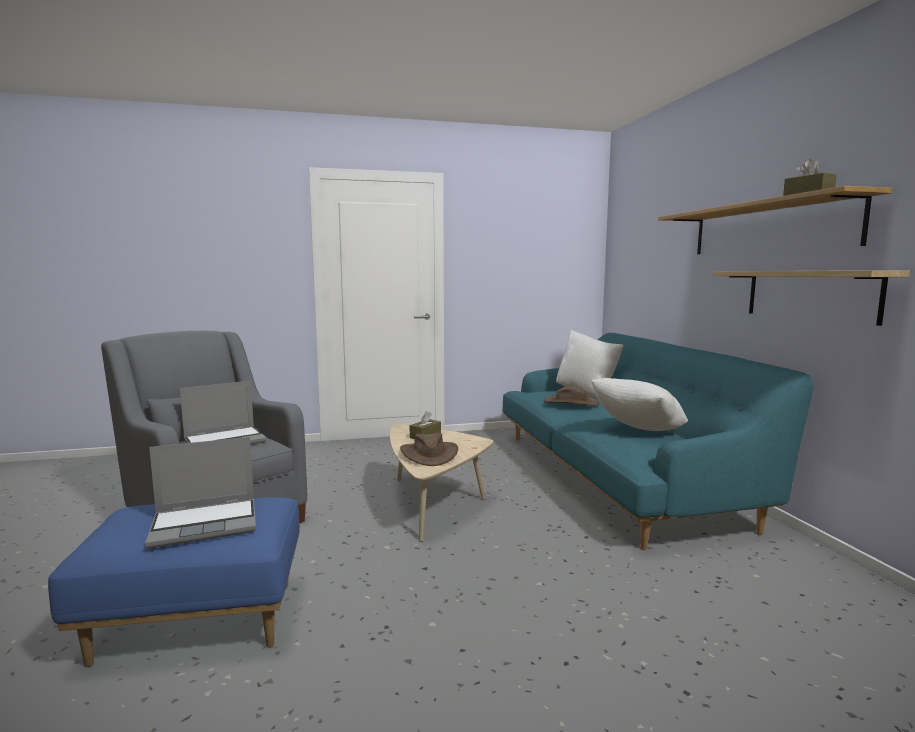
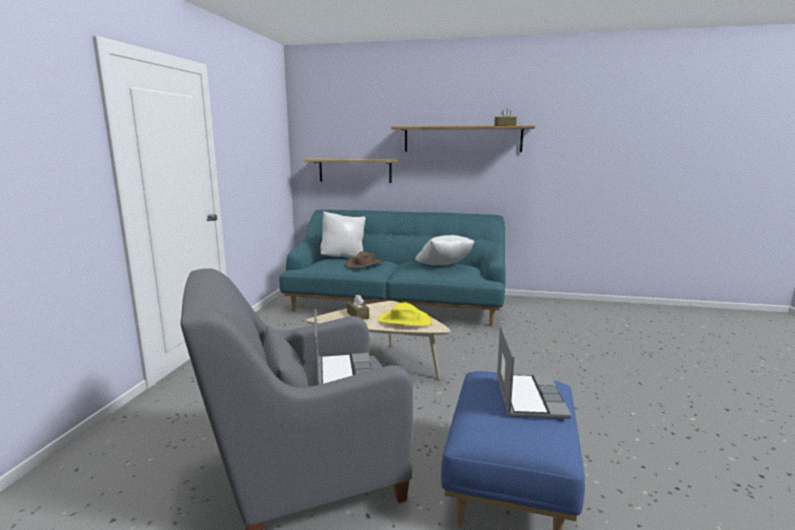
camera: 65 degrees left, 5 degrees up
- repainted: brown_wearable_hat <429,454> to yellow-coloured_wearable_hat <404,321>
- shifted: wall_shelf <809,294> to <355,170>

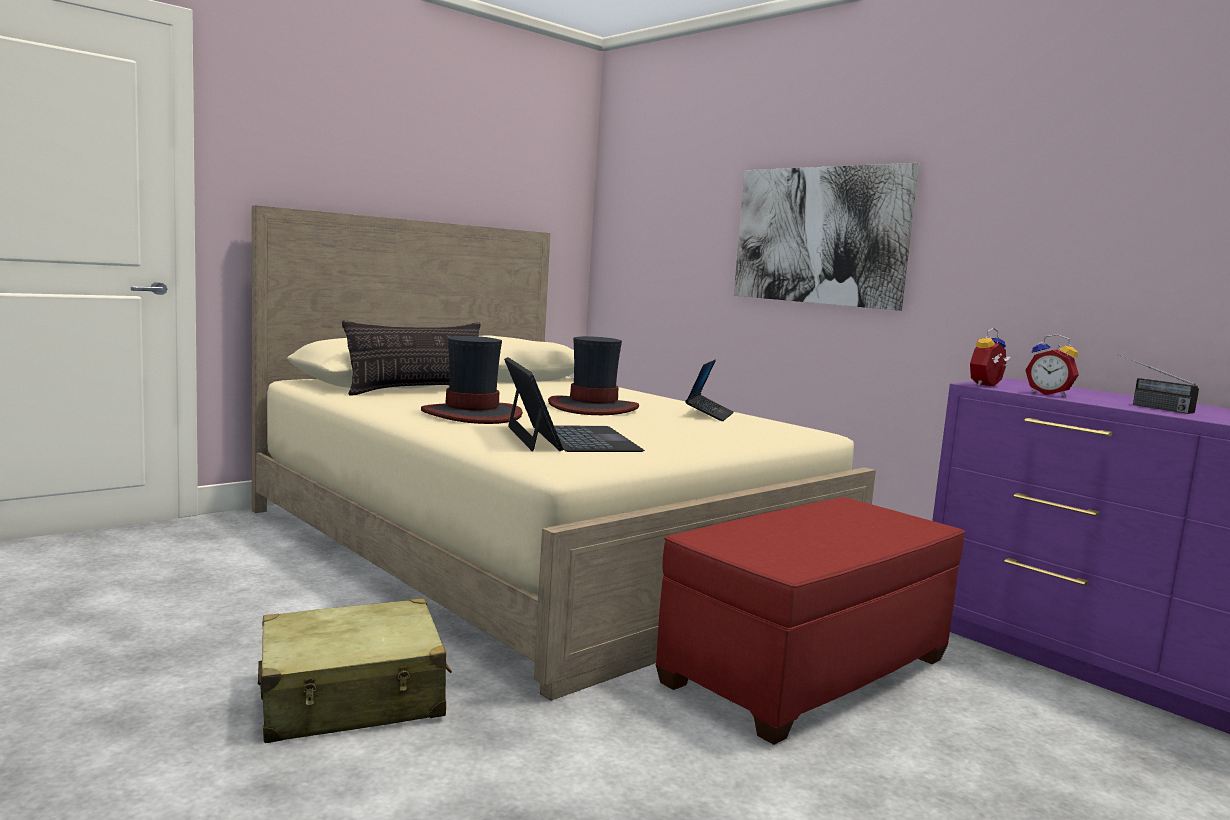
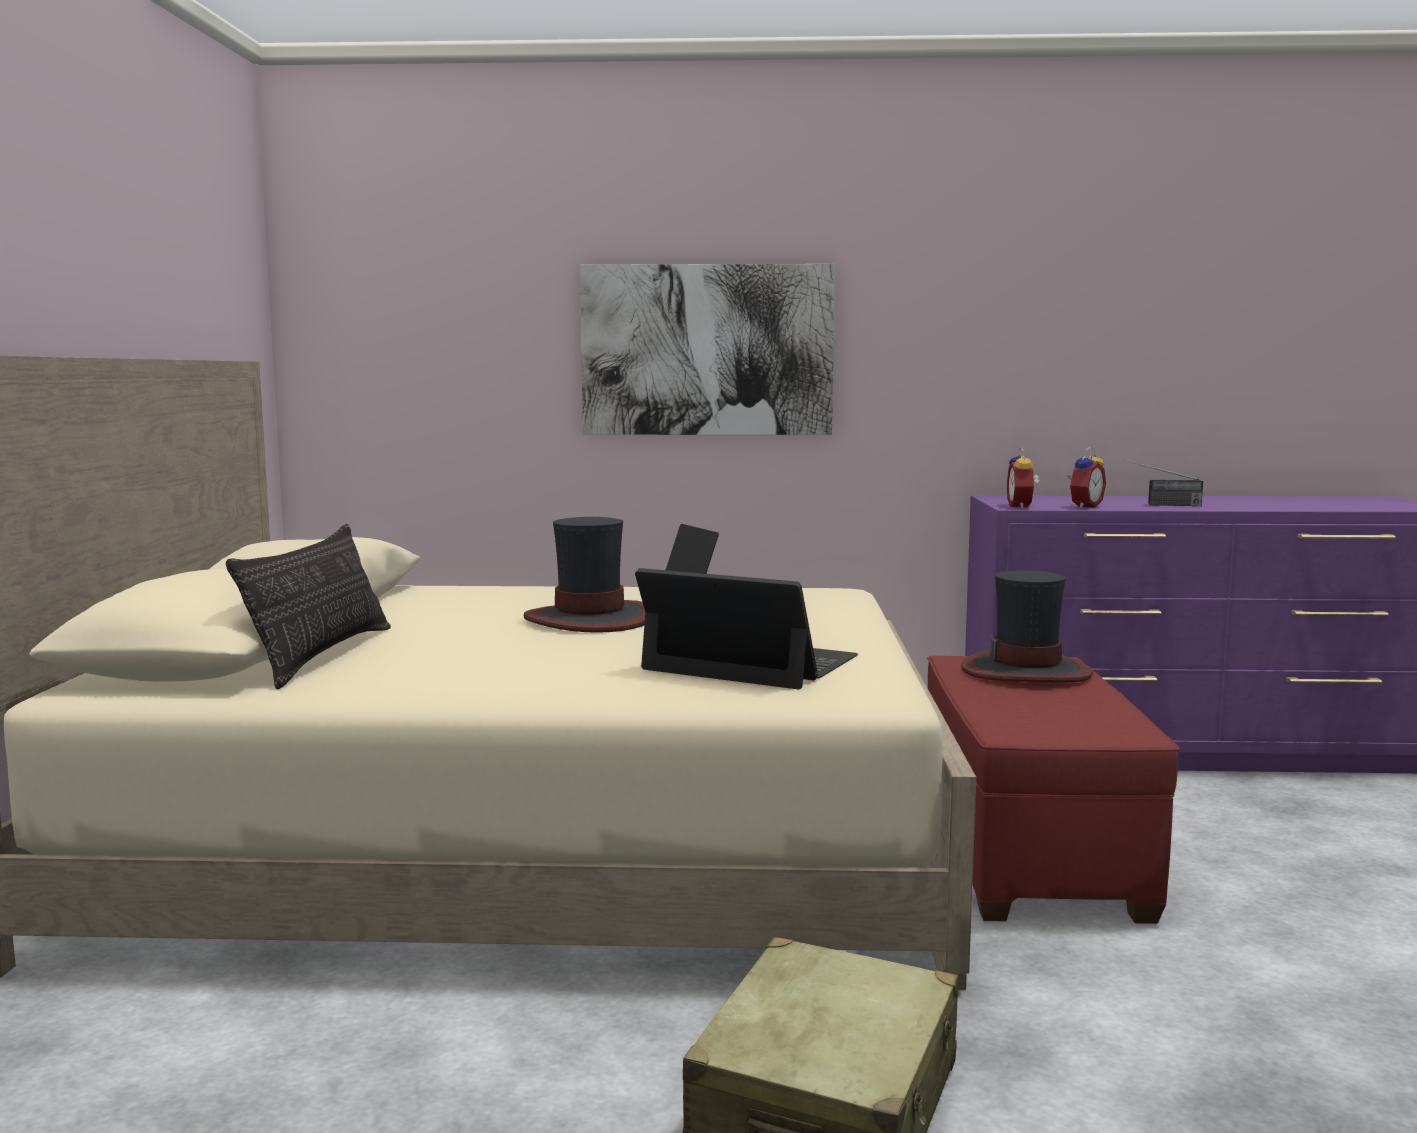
camera: 45 degrees left, 0 degrees up
- shifted: wearable_hat <472,414> to <1026,671>
- rotated: alarm_clock <1049,394> = <1083,506> 45 degrees counterclockwise

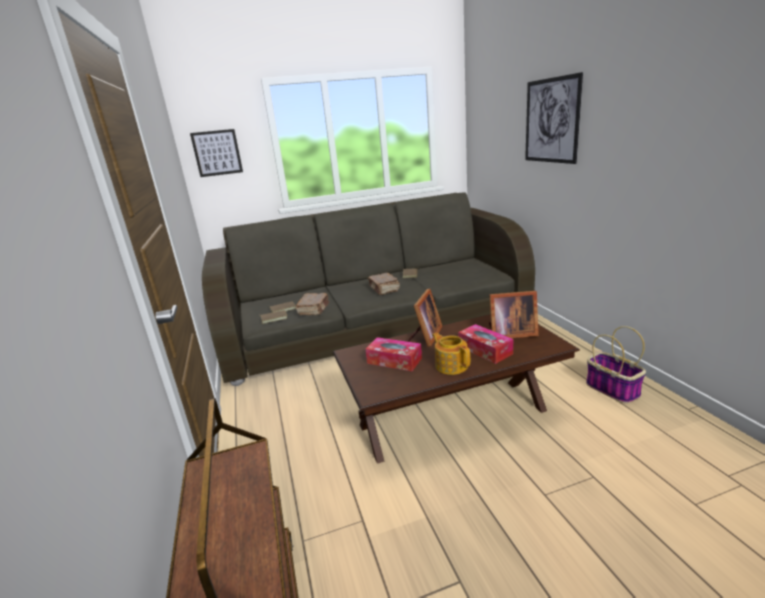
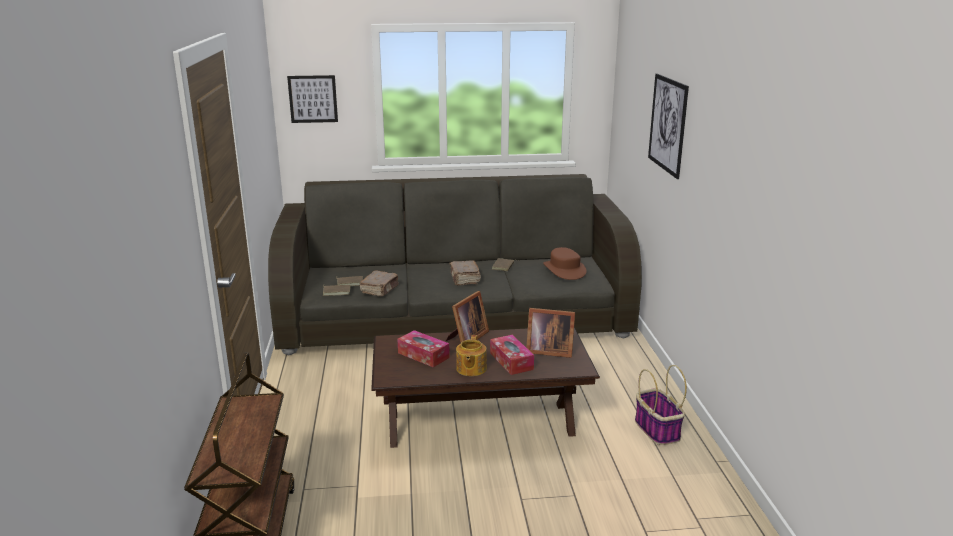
camera: 10 degrees right, 0 degrees up
- rotated: teapot <451,365> = <470,369> 150 degrees counterclockwise
- new: brown_wearable_hat <564,270>

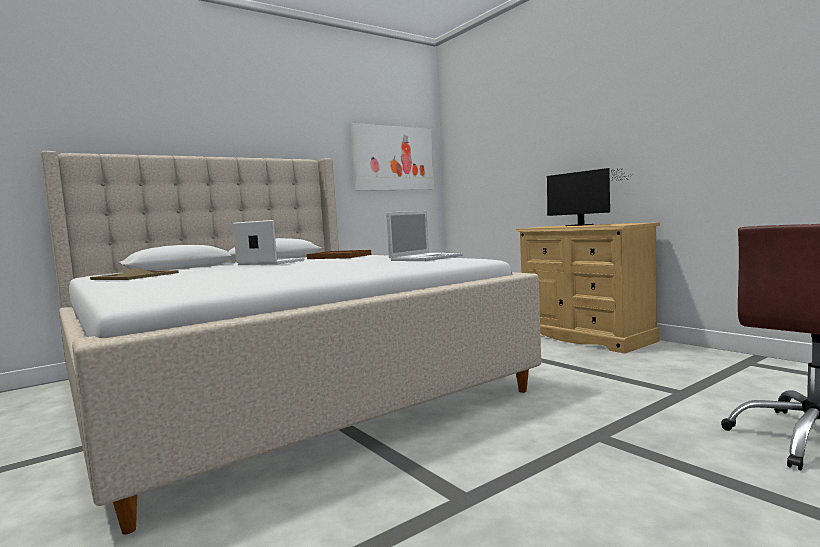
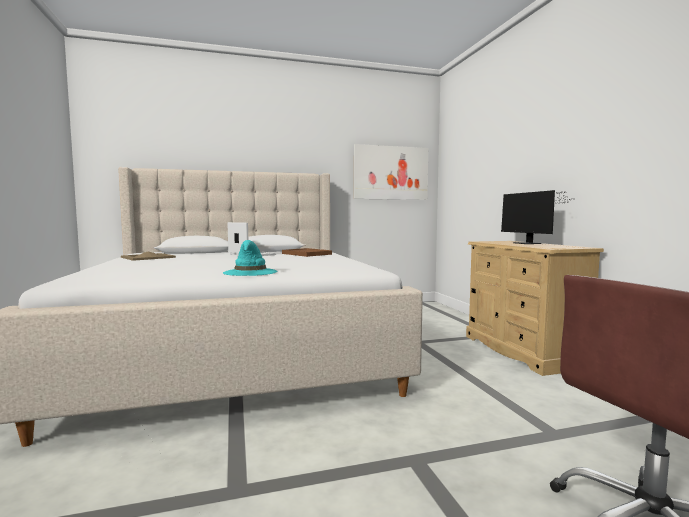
camera: 20 degrees right, 0 degrees up
- gone: notebook_computer <426,258>
- new: turquoise-coloured_wearable_hat <250,272>

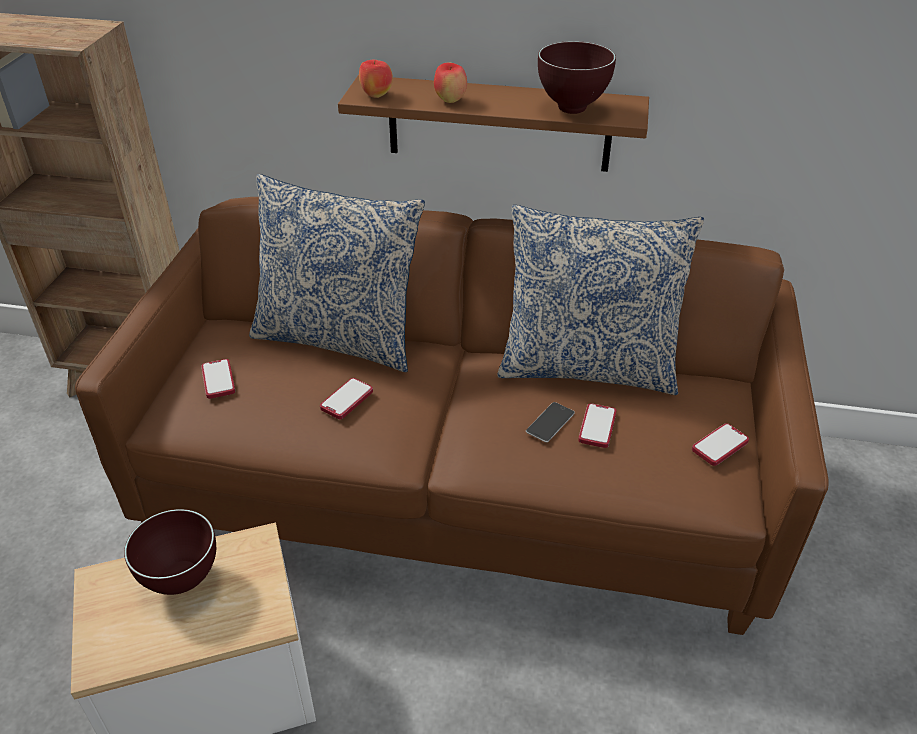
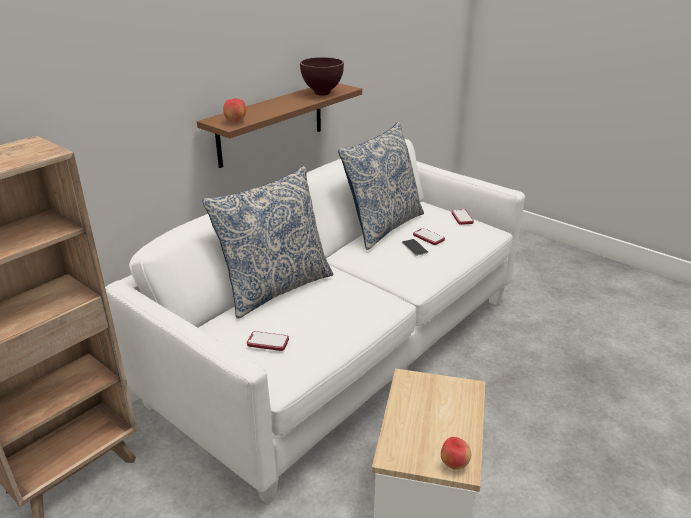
camera: 60 degrees left, 10 degrees down
- repainted: brown_settee <460,487> to white_settee <344,348>
- gone: brown_bowl <184,582>
- gone: phone <346,400>
- shifted: apple_fruit <450,101> to <454,464>

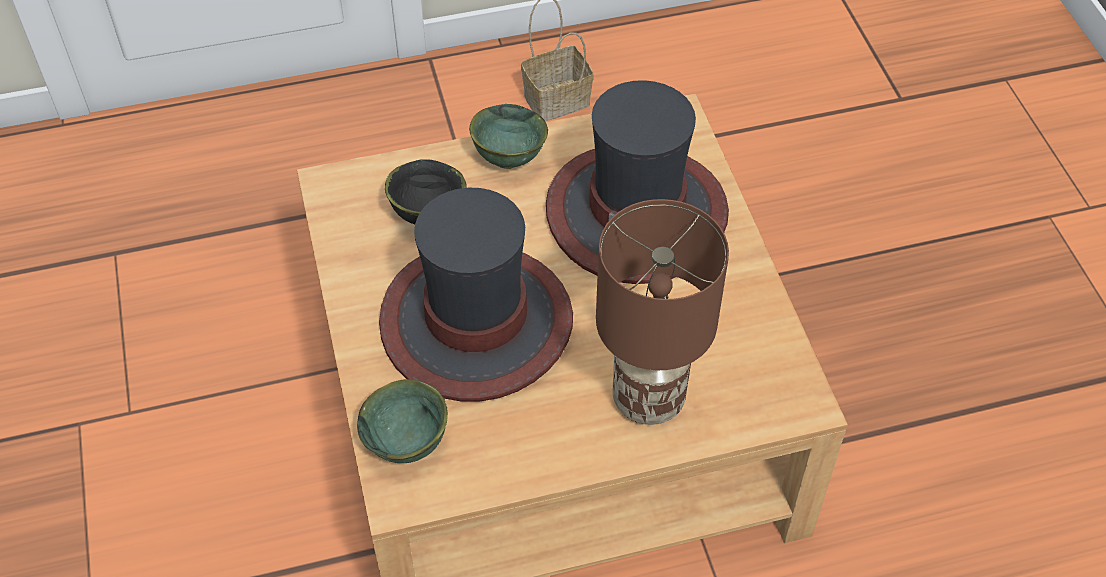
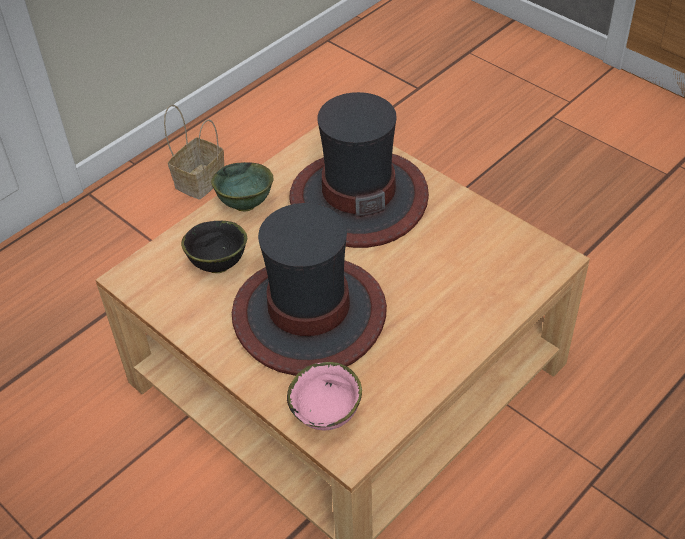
camera: 30 degrees left, 5 degrees down
- repainted: greenish_bowl <408,445> to pink-coloured_bowl <328,416>
- gone: brown_tabletop_lamp <650,400>

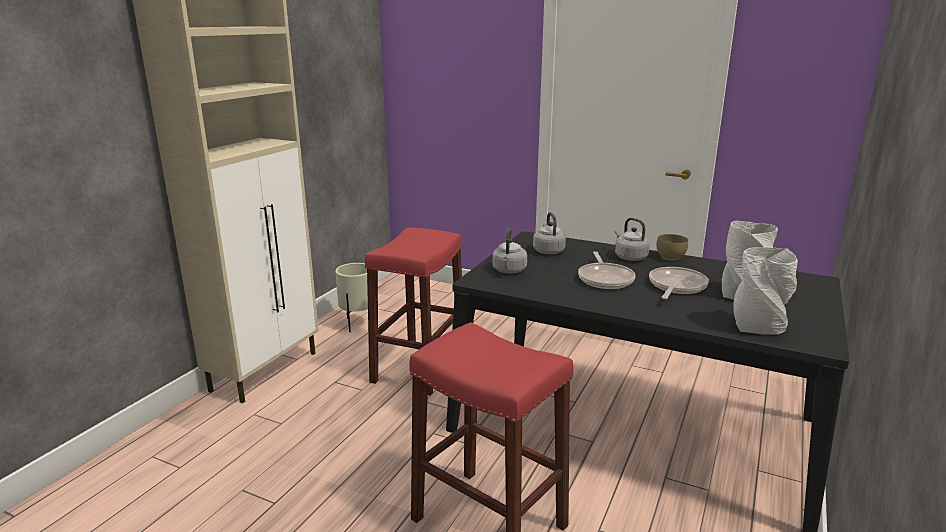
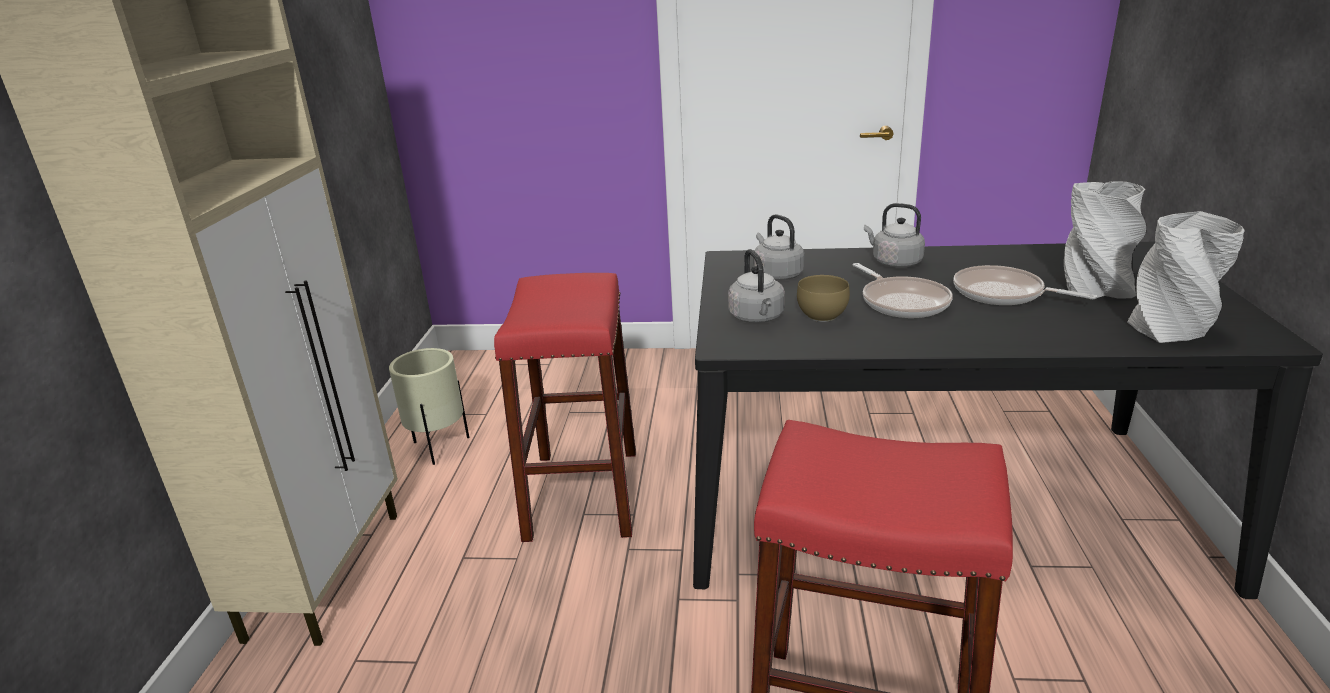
camera: 20 degrees left, 5 degrees up
- rotated: skillet <676,286> = <1003,294> 60 degrees counterclockwise
- shifted: brown_bowl <671,258> to <824,316>

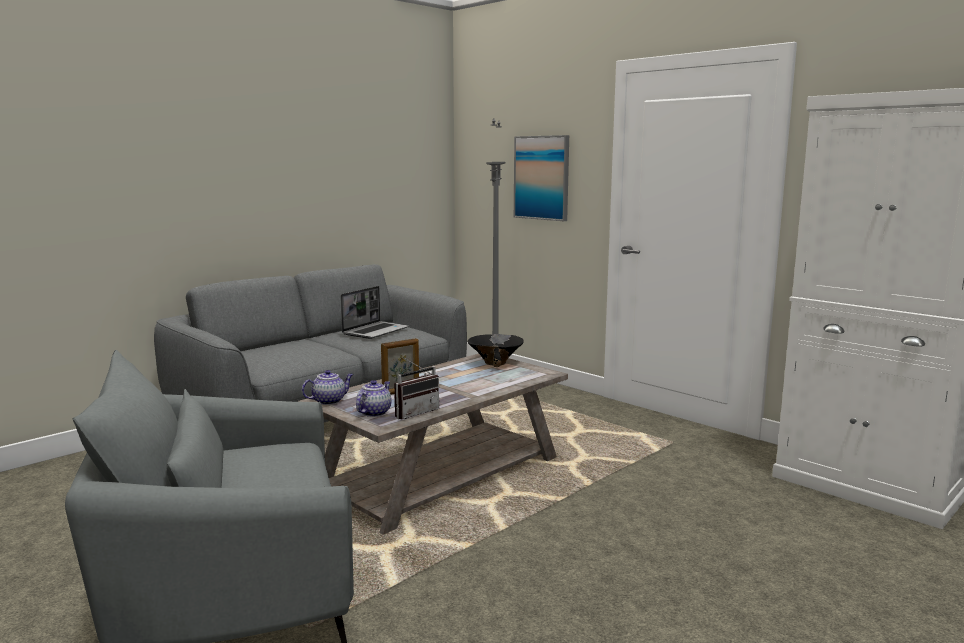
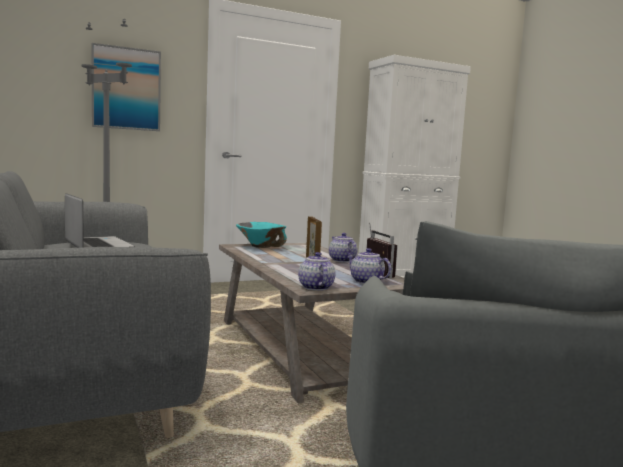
camera: 70 degrees left, 5 degrees down
- repainted: blackish_bowl <496,363> to turquoise-coloured_bowl <260,246>
- new: teapot <341,260>

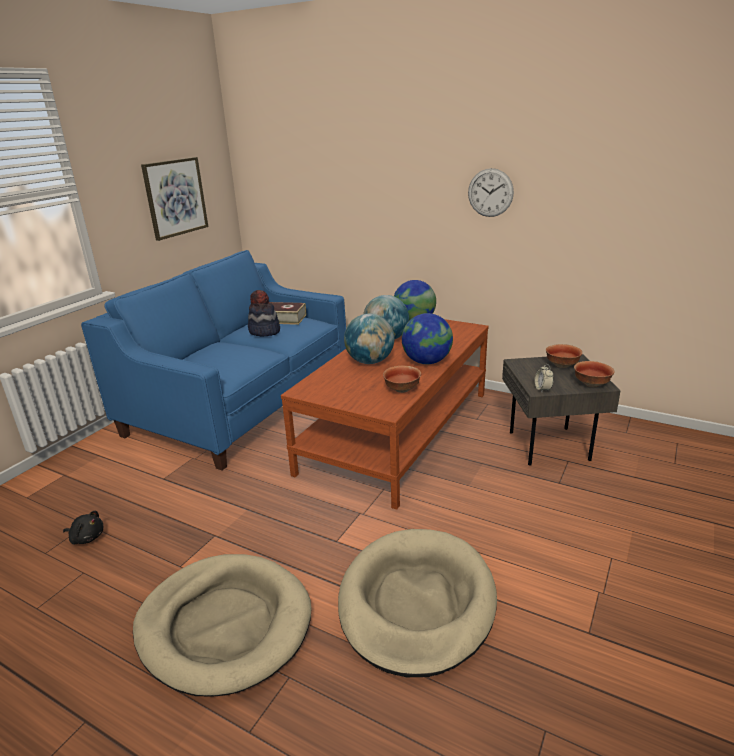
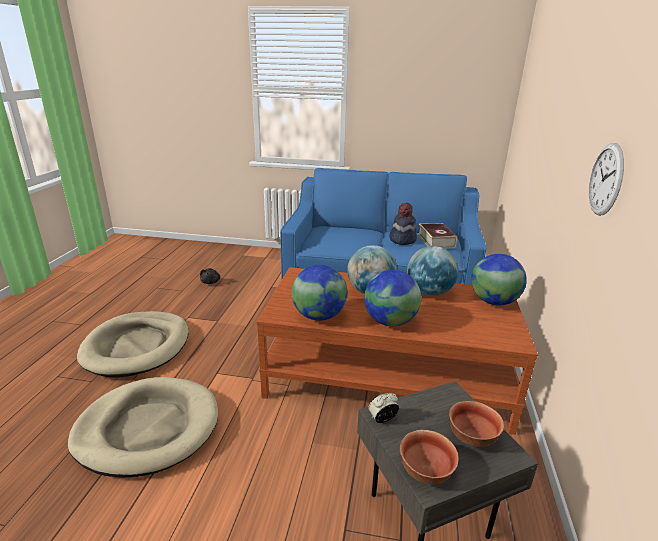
camera: 70 degrees right, 0 degrees up
- gone: picture <175,197>
- swapped: bowl <402,390> to world_globe <319,316>

